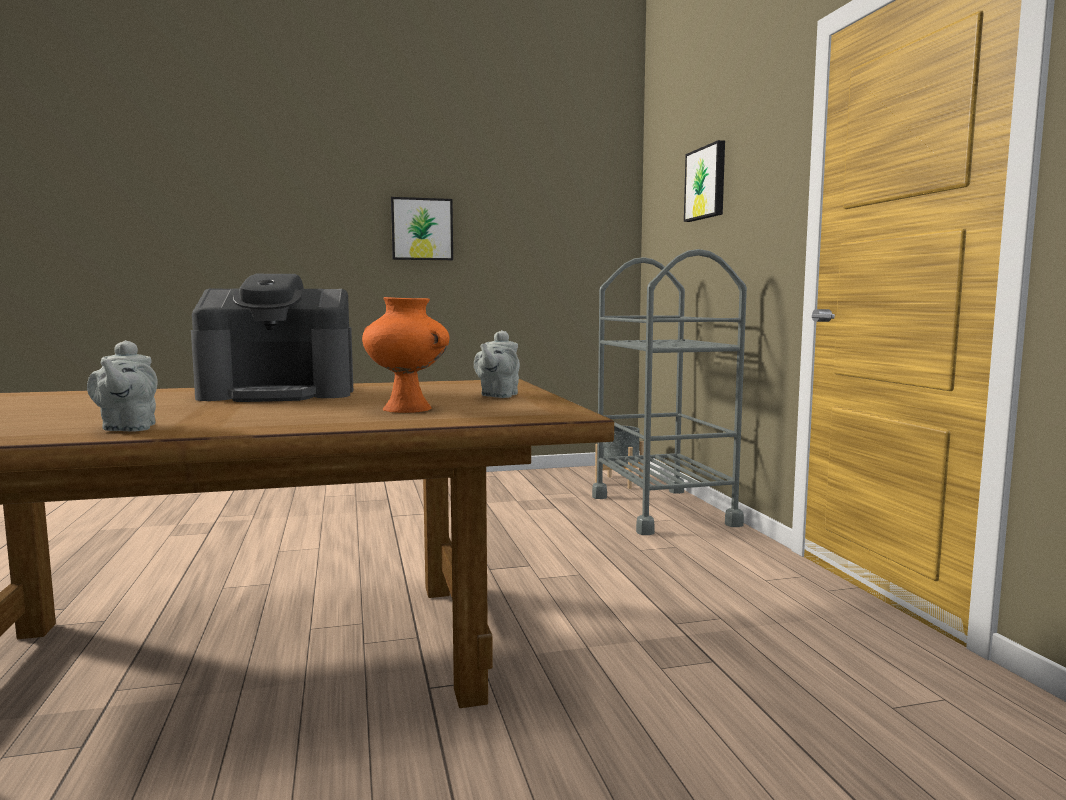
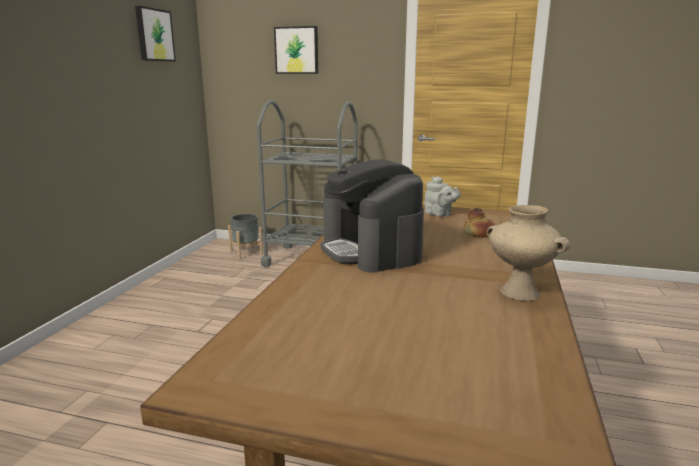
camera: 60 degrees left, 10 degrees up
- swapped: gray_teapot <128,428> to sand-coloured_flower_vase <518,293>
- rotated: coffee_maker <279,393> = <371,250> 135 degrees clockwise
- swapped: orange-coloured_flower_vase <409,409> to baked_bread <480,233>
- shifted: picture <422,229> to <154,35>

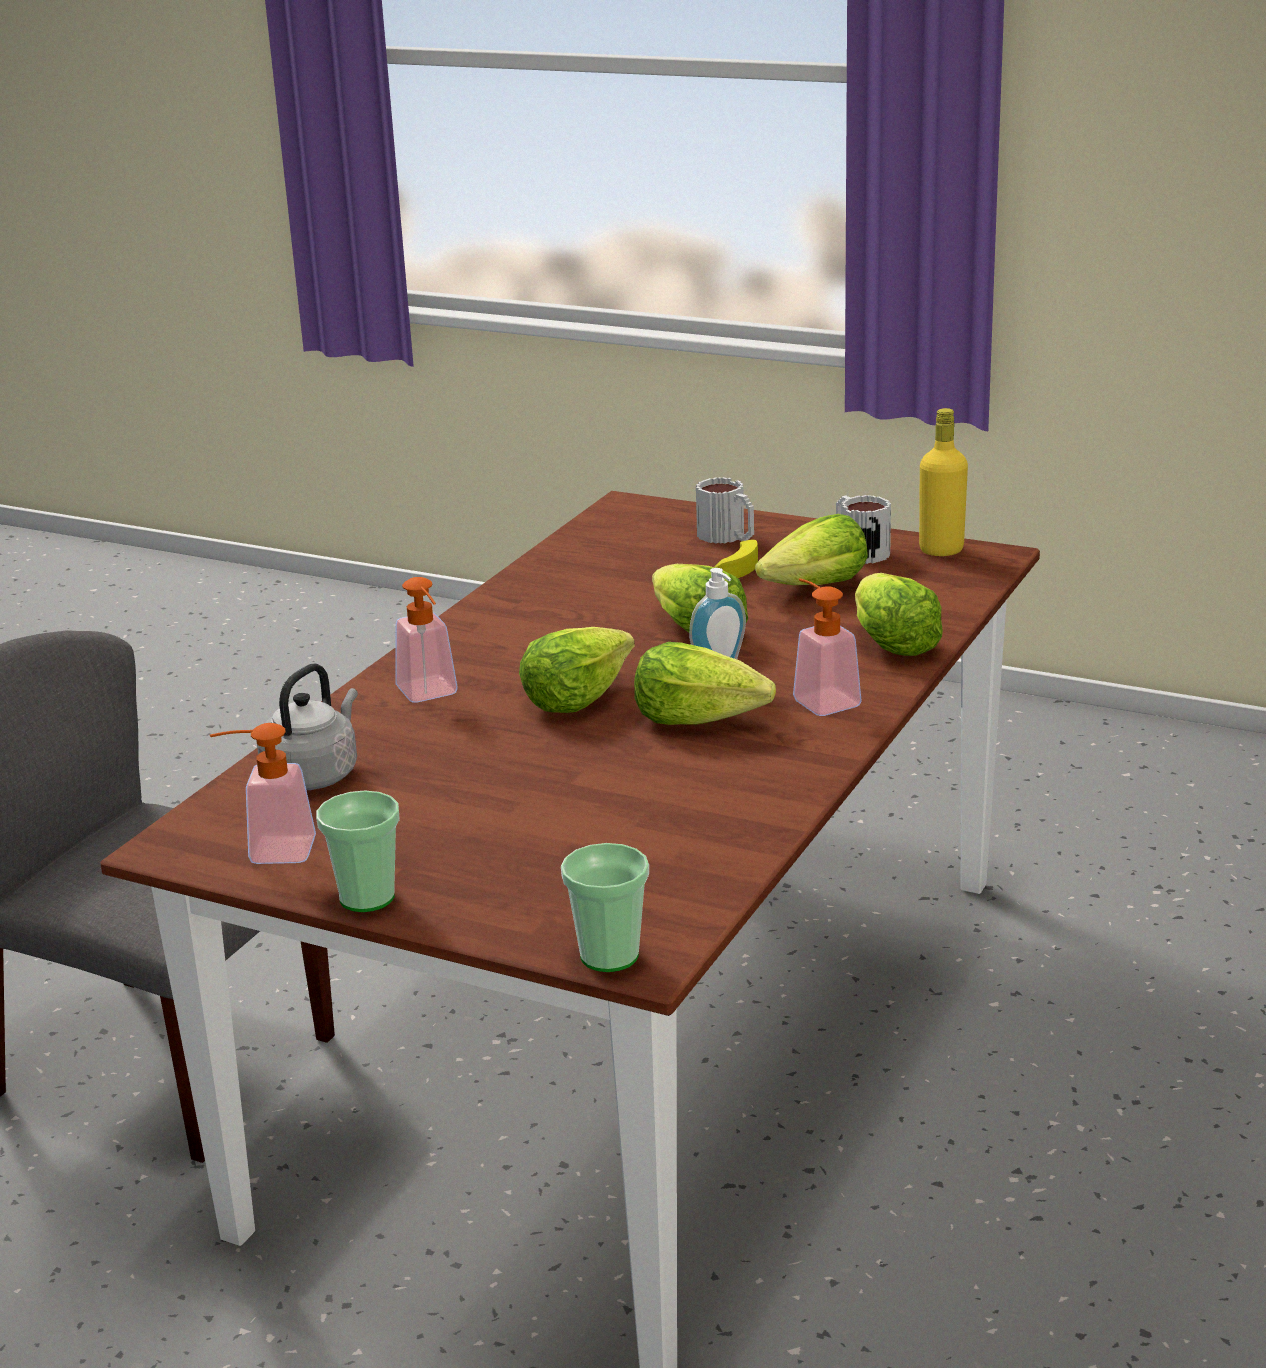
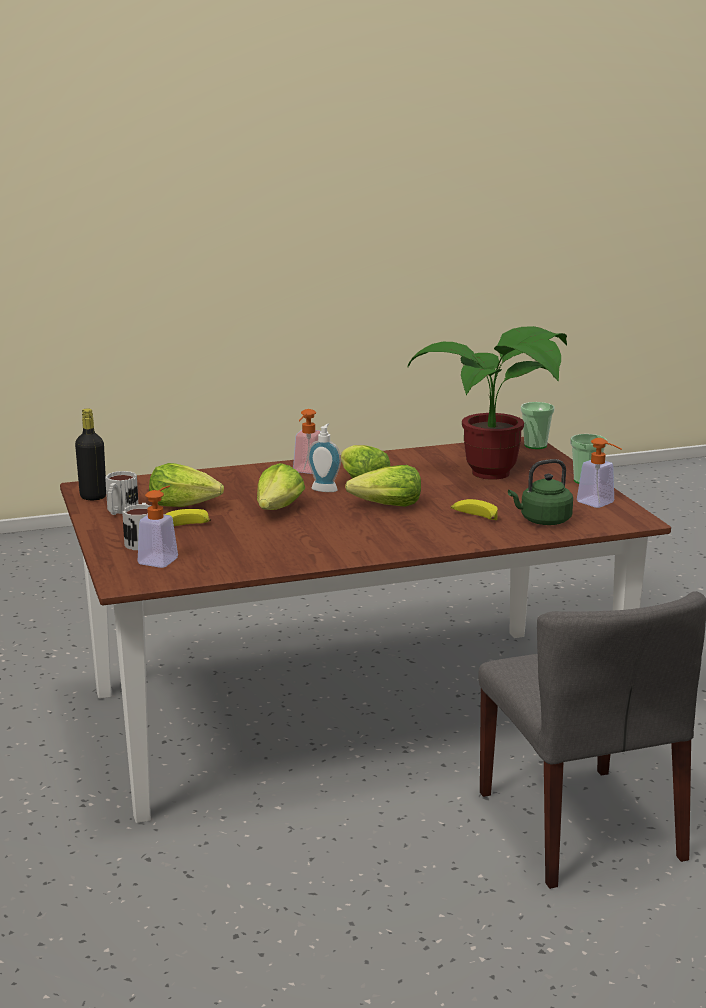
camera: 135 degrees left, 5 degrees down
- repainted: gray_kettle <314,774> to greenish_kettle <543,521>
- shifted: liquid_soap_bottle <430,695> to <161,559>
- gone: lettuce_head <892,643>
- repainted: yellow-coloured_bottle <941,550> to blackish_bottle <93,497>
- new: plant_in_a_pot <497,475>
- new: banana <474,516>

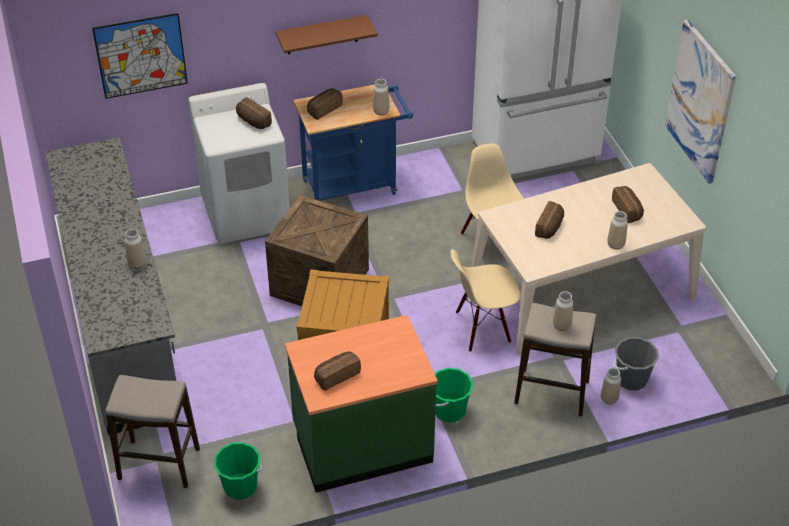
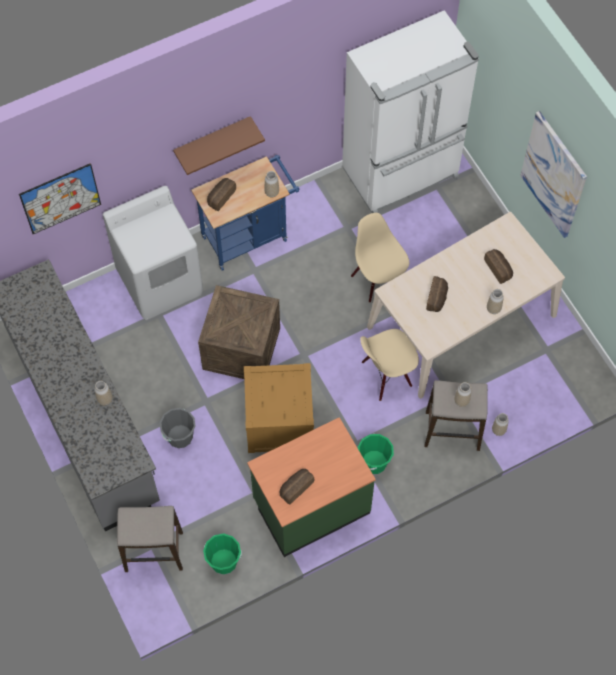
camera: 10 degrees left, 20 degrees up
- gone: baked_bread <252,121>
- shifted: gray_pail <631,379> to <180,436>

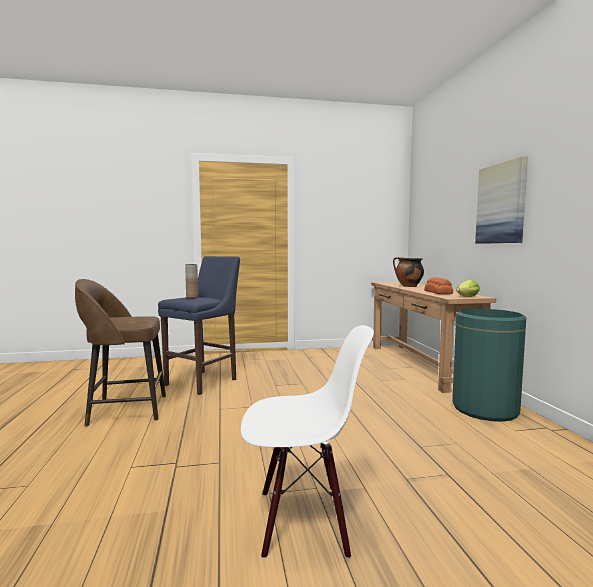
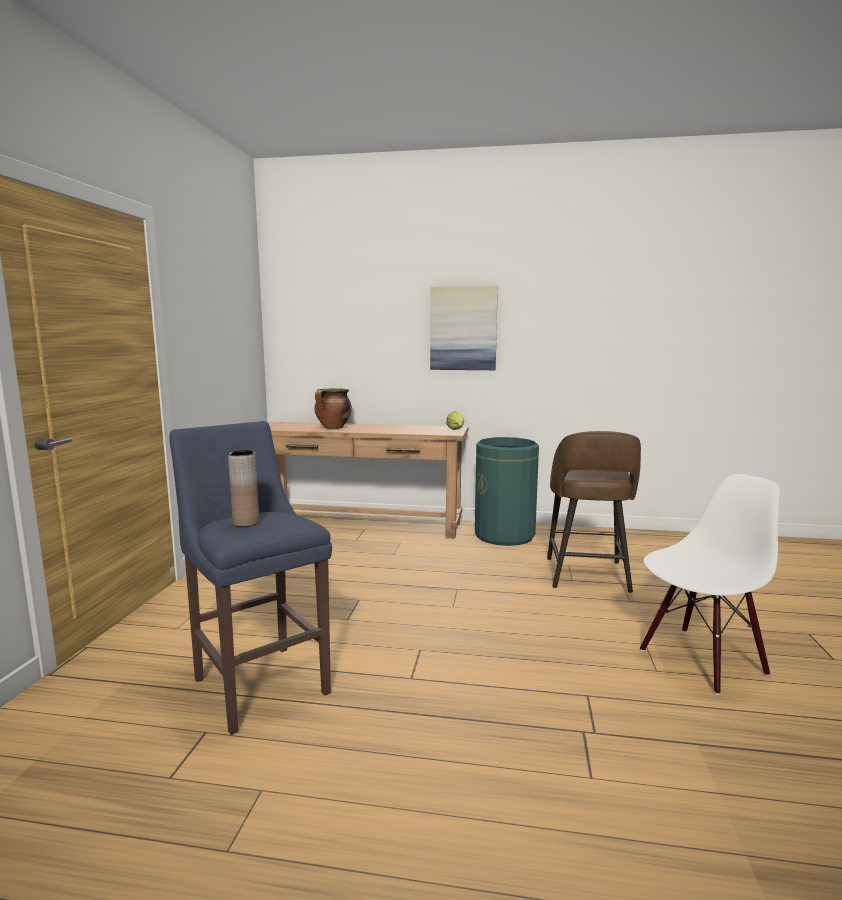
camera: 70 degrees left, 5 degrees up
- shifted: brown_stool_seat <125,410> to <587,576>
- rotated: white_upright_chair <303,521> = <701,660> 45 degrees clockwise
- gone: baked_bread <438,292>

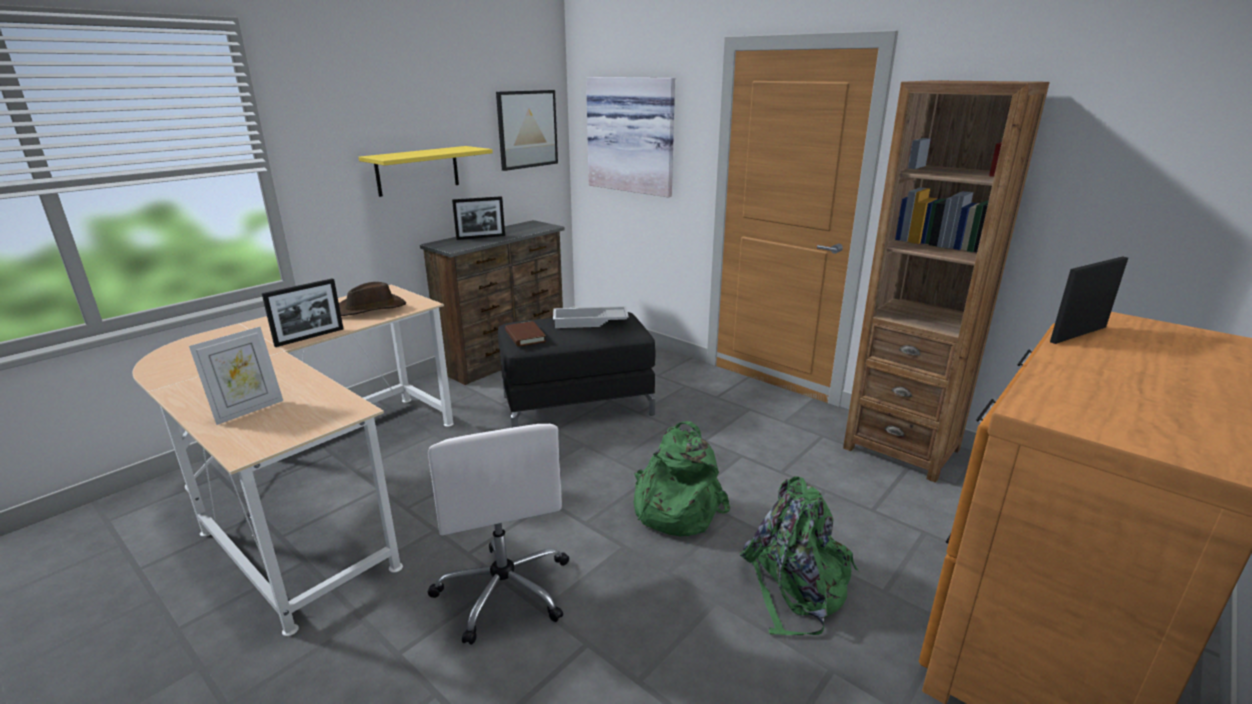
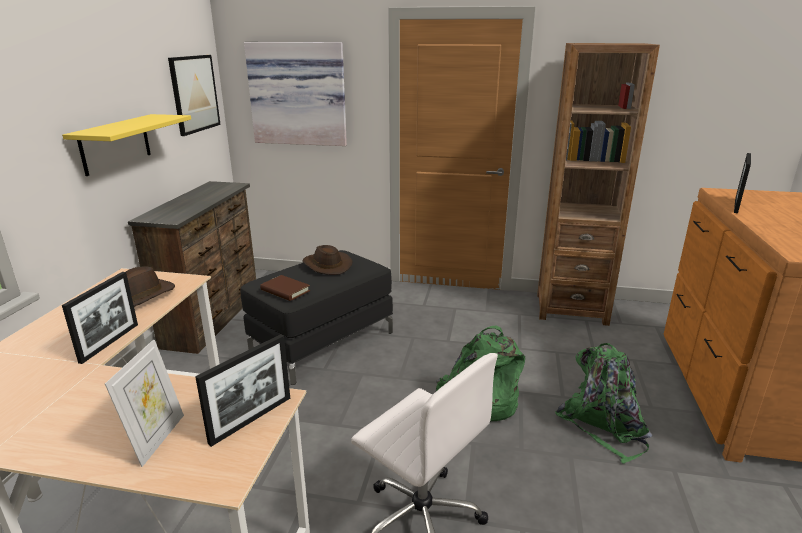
camera: 30 degrees left, 0 degrees up
- shifted: standing_frame <481,237> to <251,420>
- swapped: white_carrying_tray <589,322> to brown_wearable_hat <326,265>

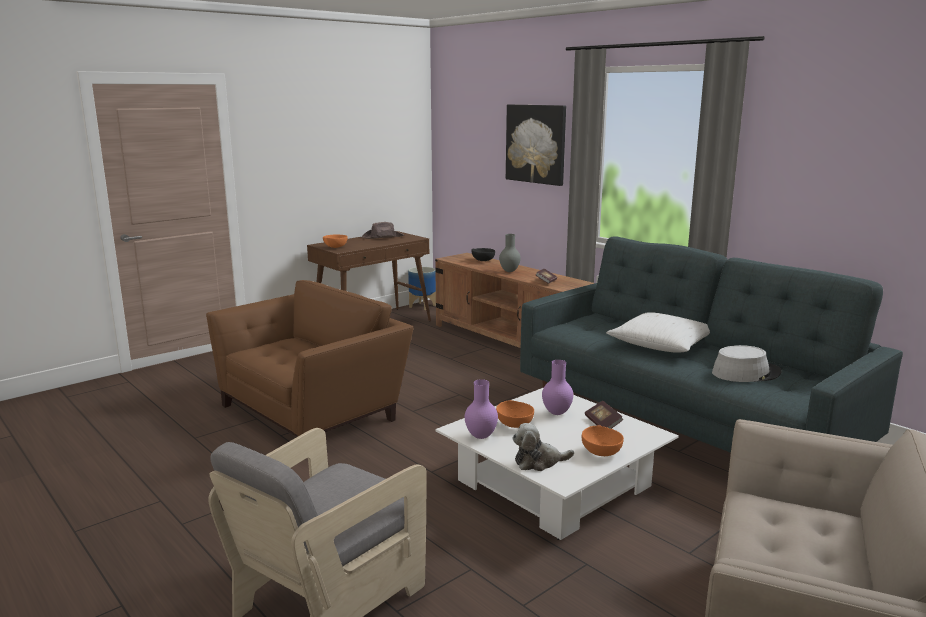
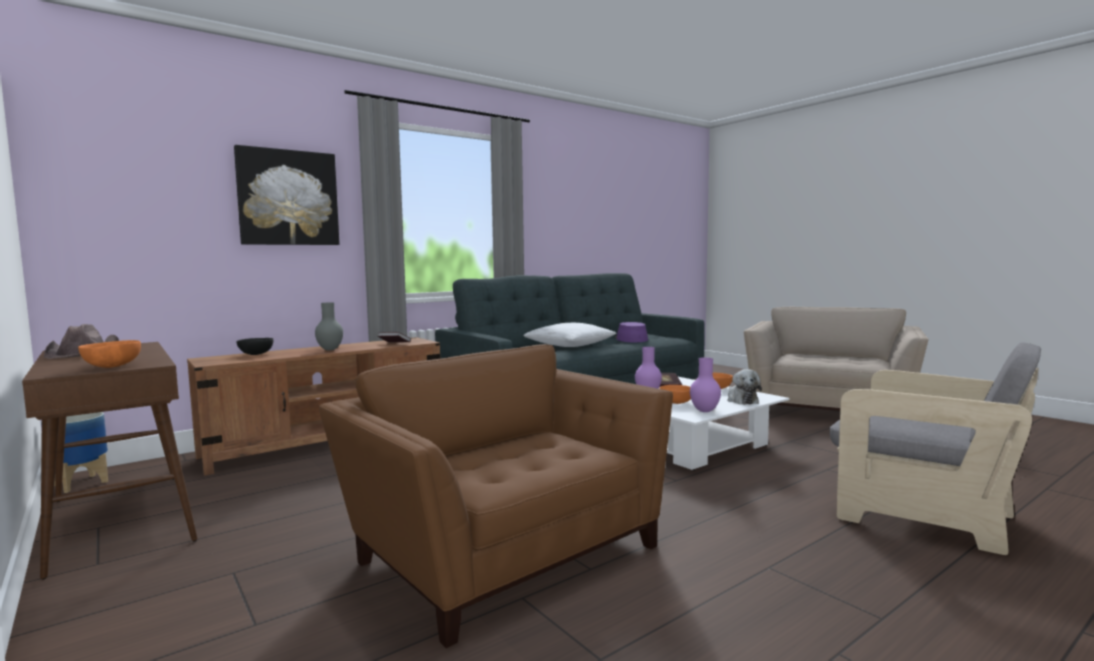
camera: 85 degrees left, 10 degrees down
- repainted: gray_wearable_hat <745,373> to purplish_wearable_hat <630,339>

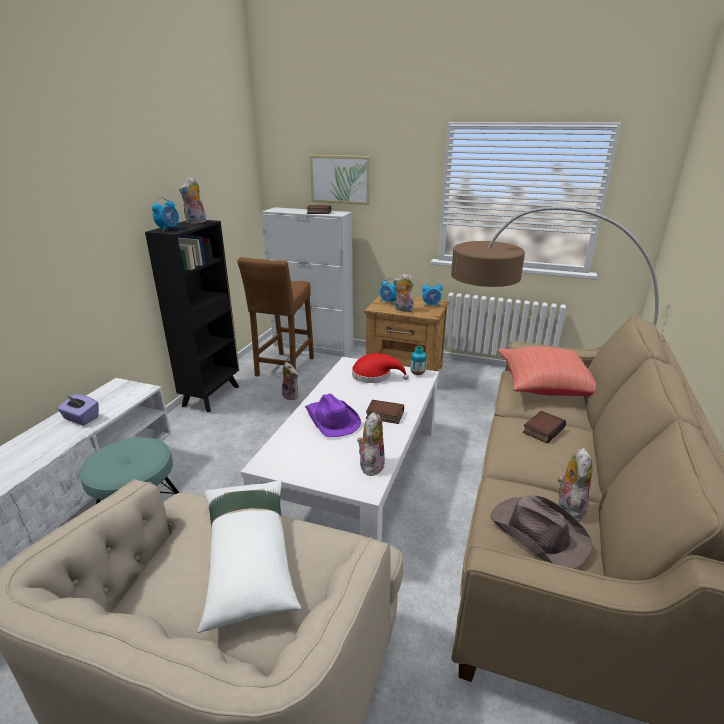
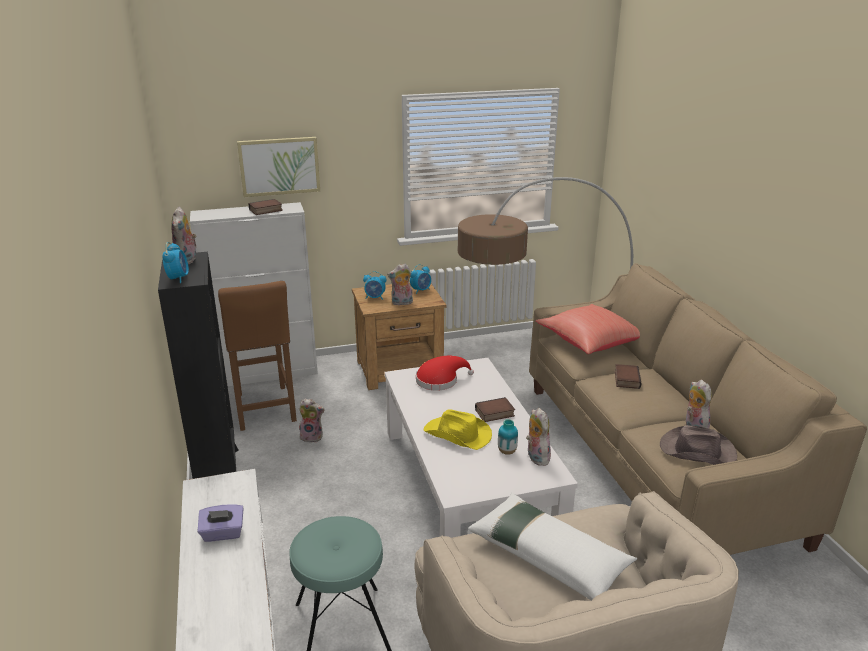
camera: 35 degrees left, 0 degrees up
- repainted: purplish_wearable_hat <331,420> to yellow-coloured_wearable_hat <458,435>
- shifted: flower_vase <417,373> to <507,451>

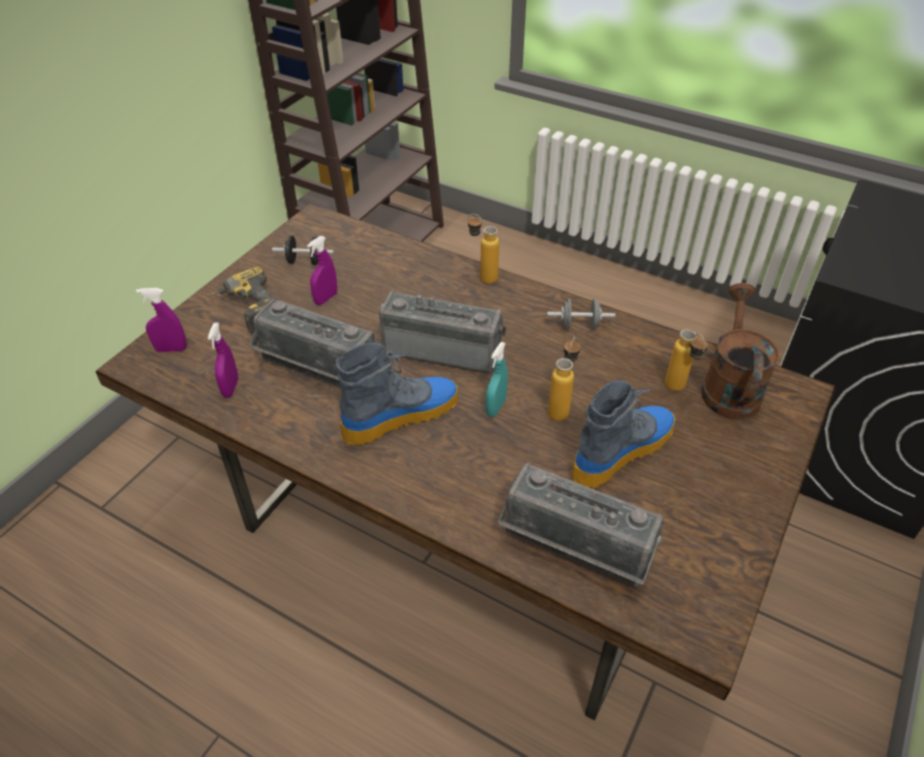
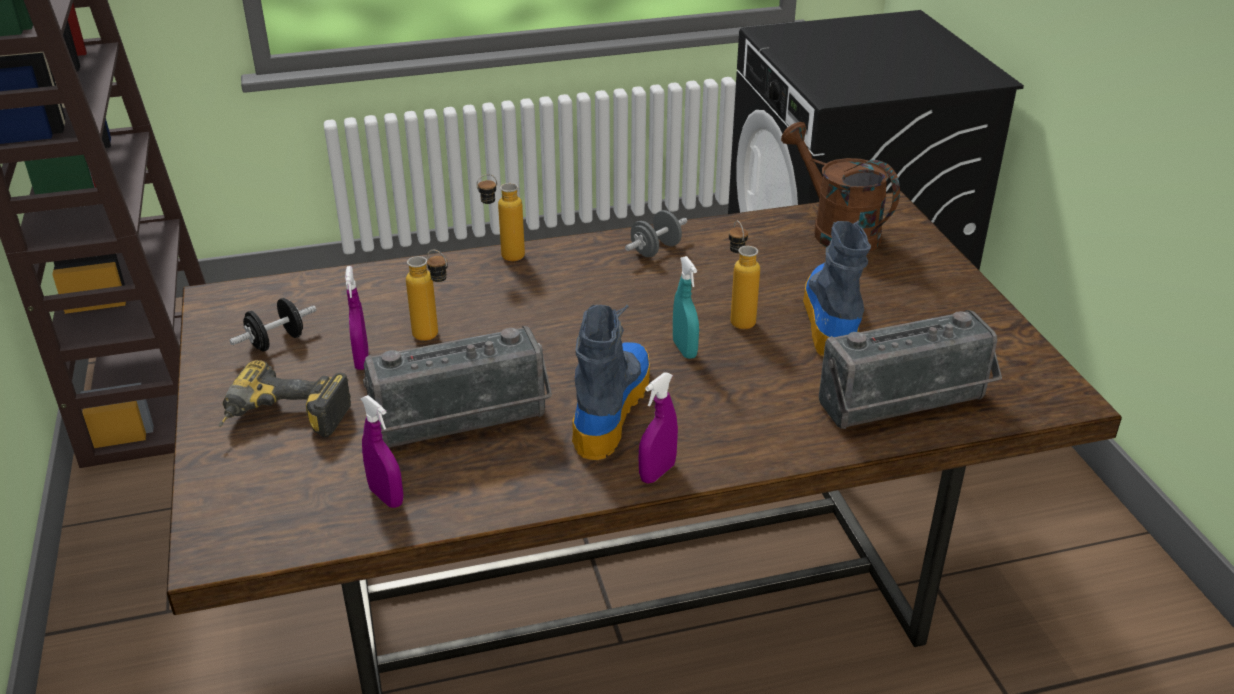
camera: 45 degrees left, 10 degrees down
- shifted: purplish_spray_bottle <171,349> to <657,472>
- gone: radio_set <443,349>
- shifted: bottle <678,390> to <434,337>

